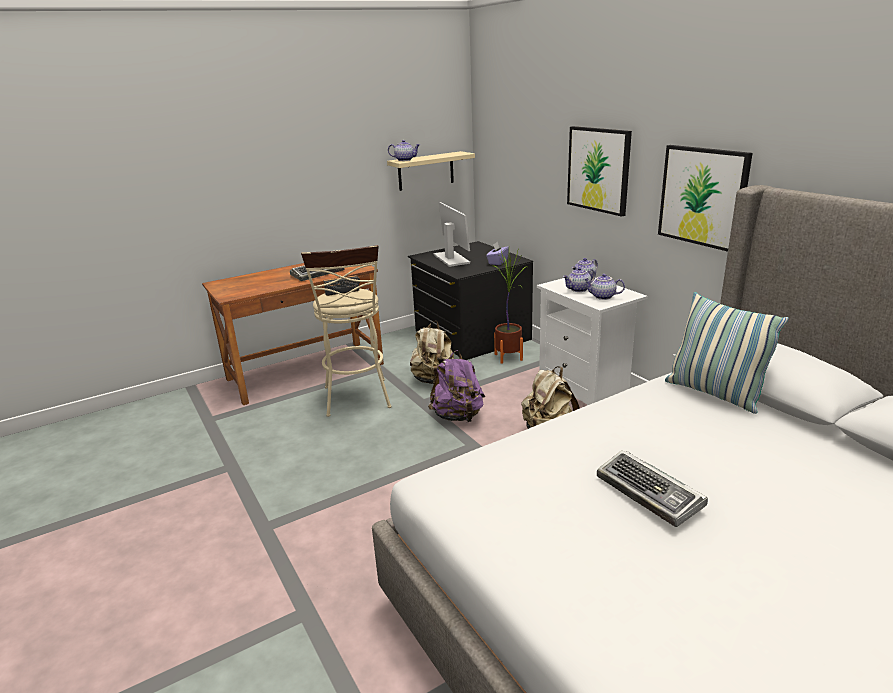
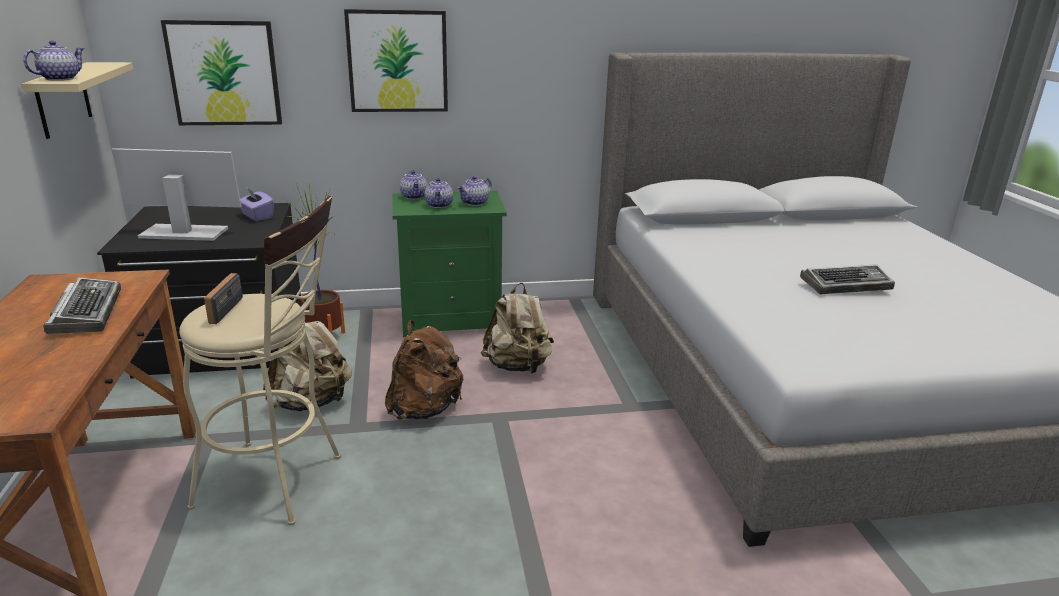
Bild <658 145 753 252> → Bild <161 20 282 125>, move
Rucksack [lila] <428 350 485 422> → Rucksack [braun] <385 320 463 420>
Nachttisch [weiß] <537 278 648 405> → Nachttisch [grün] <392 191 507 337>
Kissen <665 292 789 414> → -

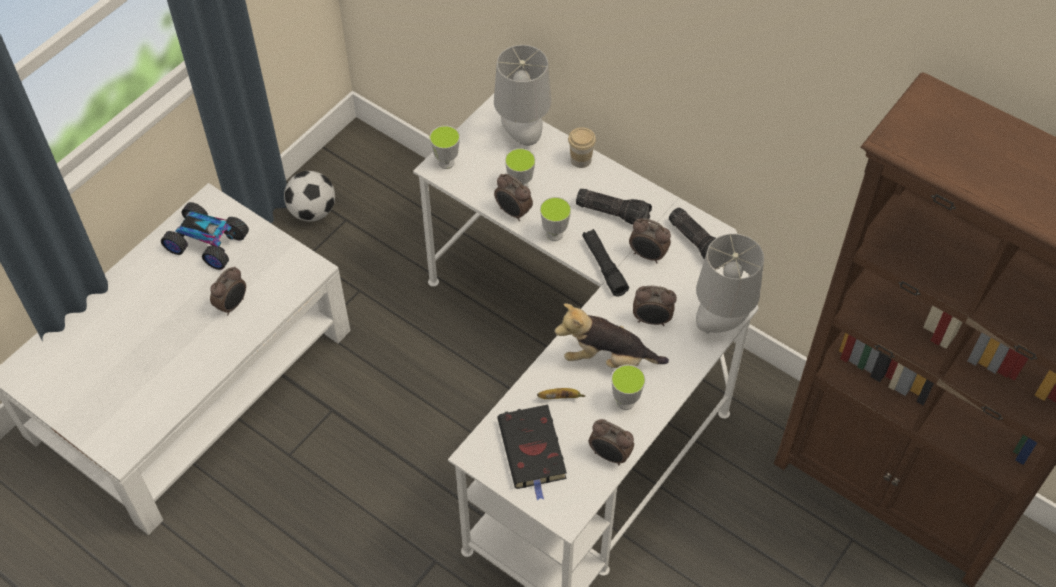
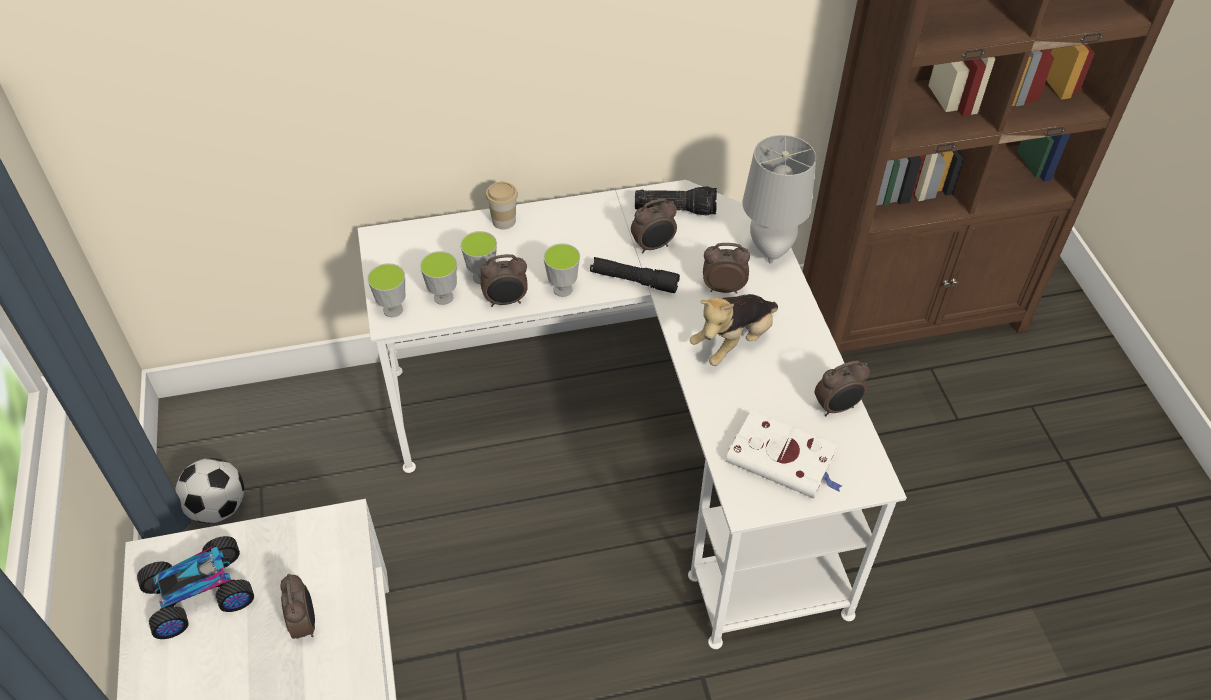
Tasse <611 365 646 410> → Tasse <420 251 457 305>, move
Wecker <633 286 677 326> → Wecker <703 243 750 294>, 135 degrees counterclockwise
Buch [schwarz] <497 405 567 501> → Buch [weiß] <726 411 842 498>
Tischlampe [grau] <494 45 551 146> → -
Banane <537 388 586 399> → -
Taschenlampe <576 189 652 225> → -

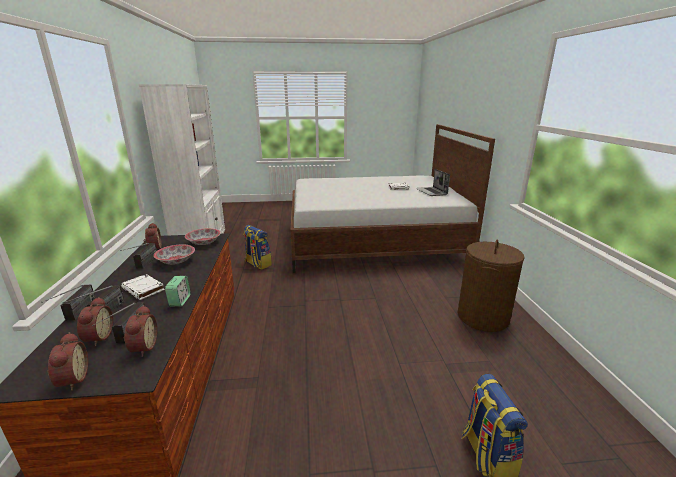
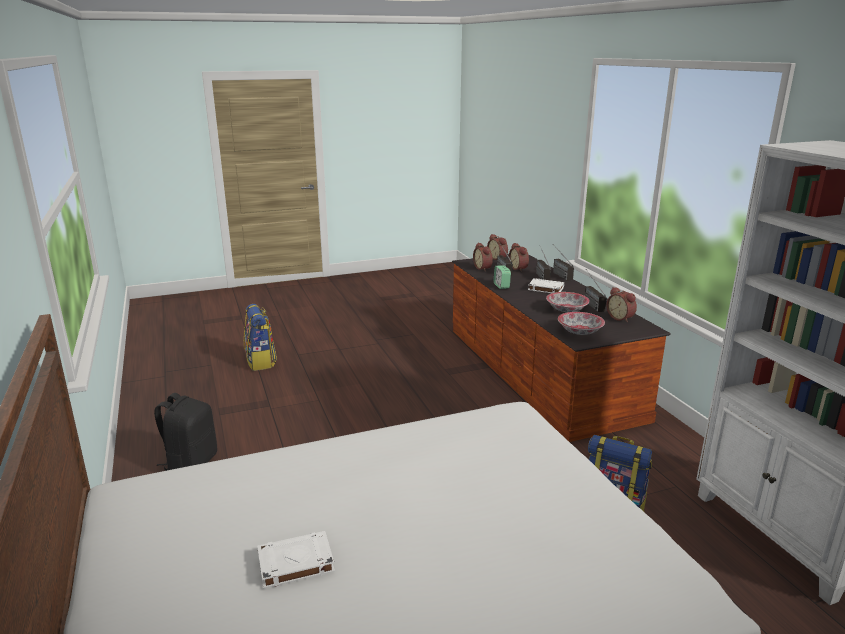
Wäschekorb [braun] <457 240 525 332> → Rucksack [schwarz] <154 393 217 471>
Laptop <416 169 450 196> → -

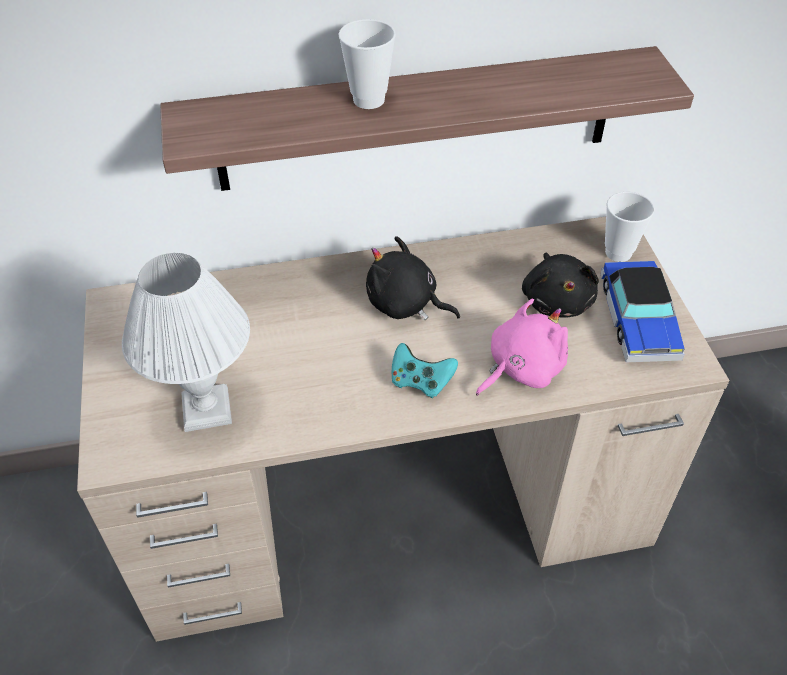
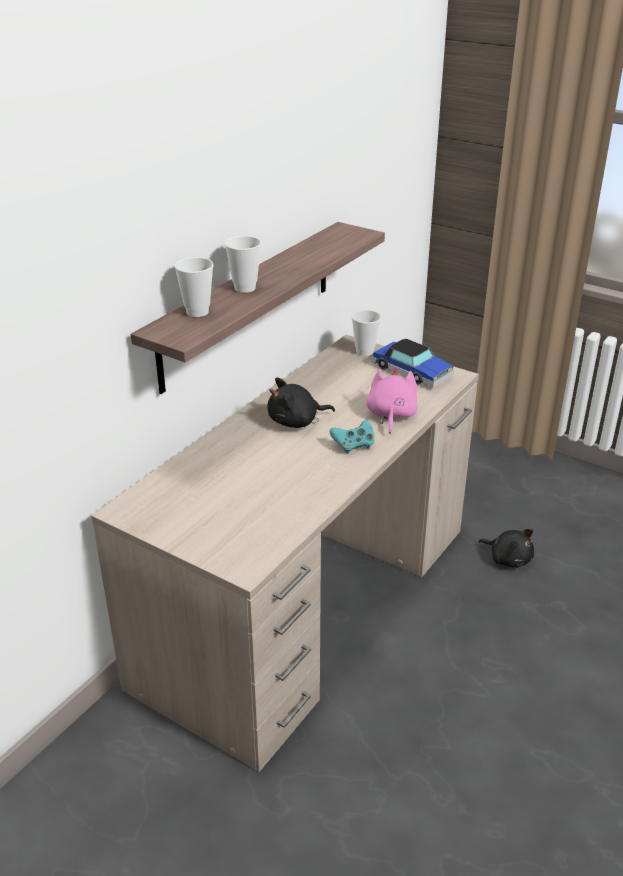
- → Tasse <175 257 214 317>
Plüschtier [schwarz] <522 253 599 318> → Plüschtier [schwarz] <478 529 534 568>, move
Tischlampe [weiß] <122 252 250 432> → -

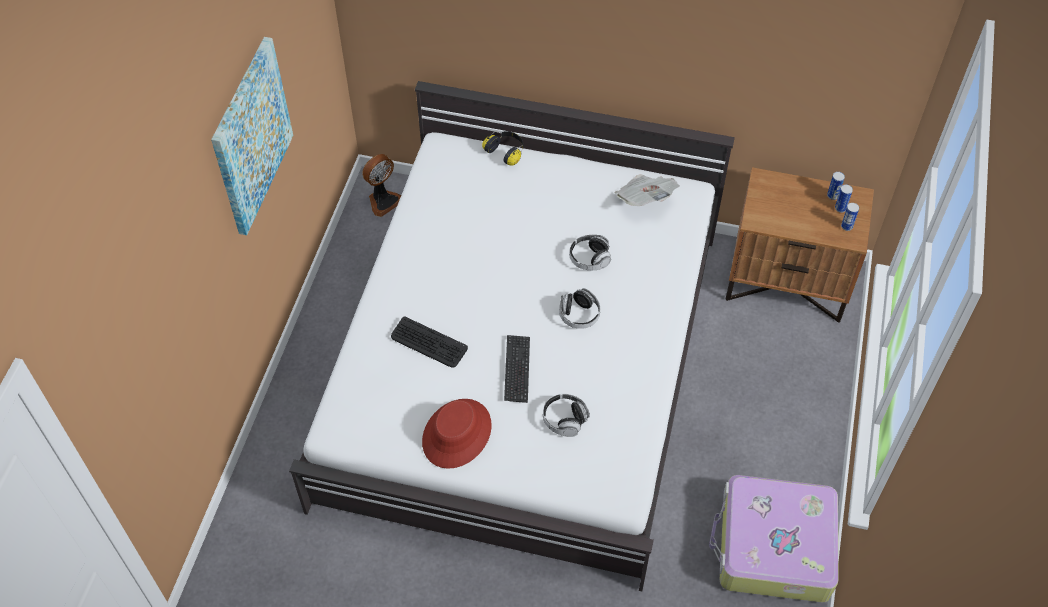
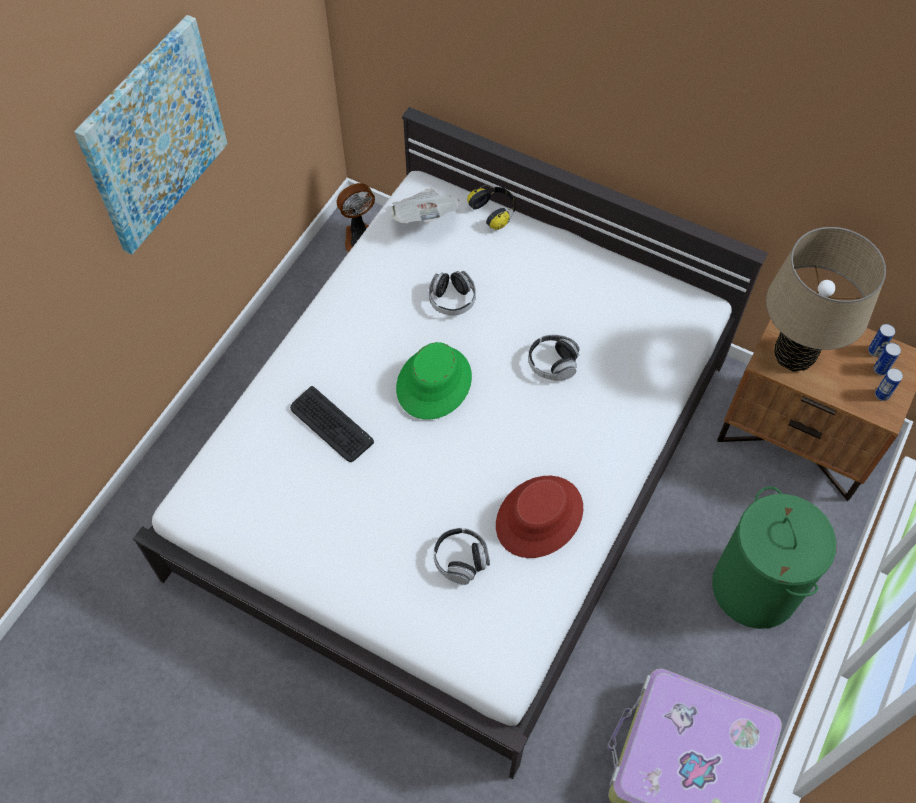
Zeitung <614 174 680 206> → Zeitung <391 189 460 223>, move
- → Hut [grün] <396 342 472 420>
Kopfhörer <559 288 600 329> → Kopfhörer <429 271 476 316>, move
Hut [rot] <422 399 492 469> → Hut [rot] <496 476 583 558>, move
- → Wäschekorb [grün] <712 486 836 629>
- → Tischlampe [beige] <766 227 886 372>
Tastatur <504 335 530 403> → -

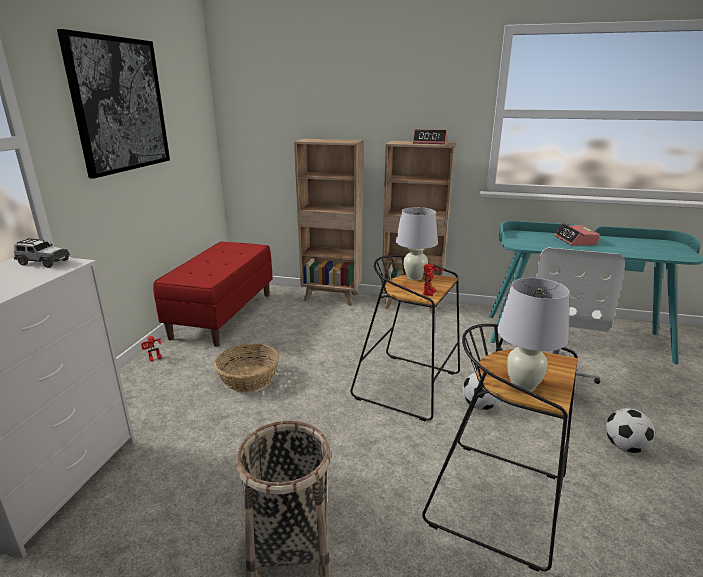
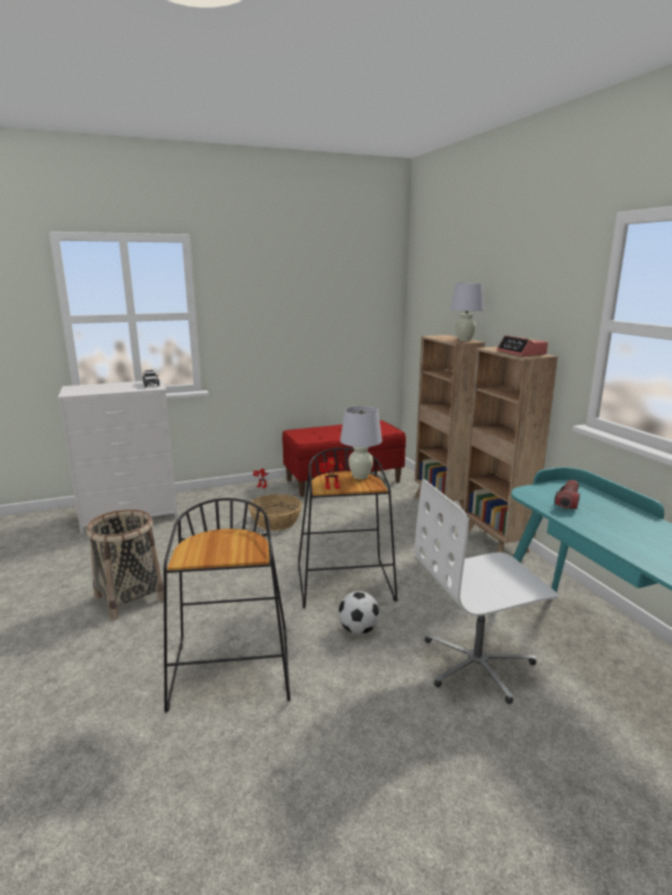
Tischlampe [weiß] <497 278 570 392> → Tischlampe [weiß] <450 283 484 341>, move
- → Taschenlampe <554 480 580 509>
Bild <57 29 170 179> → -
Wecker <554 223 600 246> → -
Fußball <606 408 655 453> → -

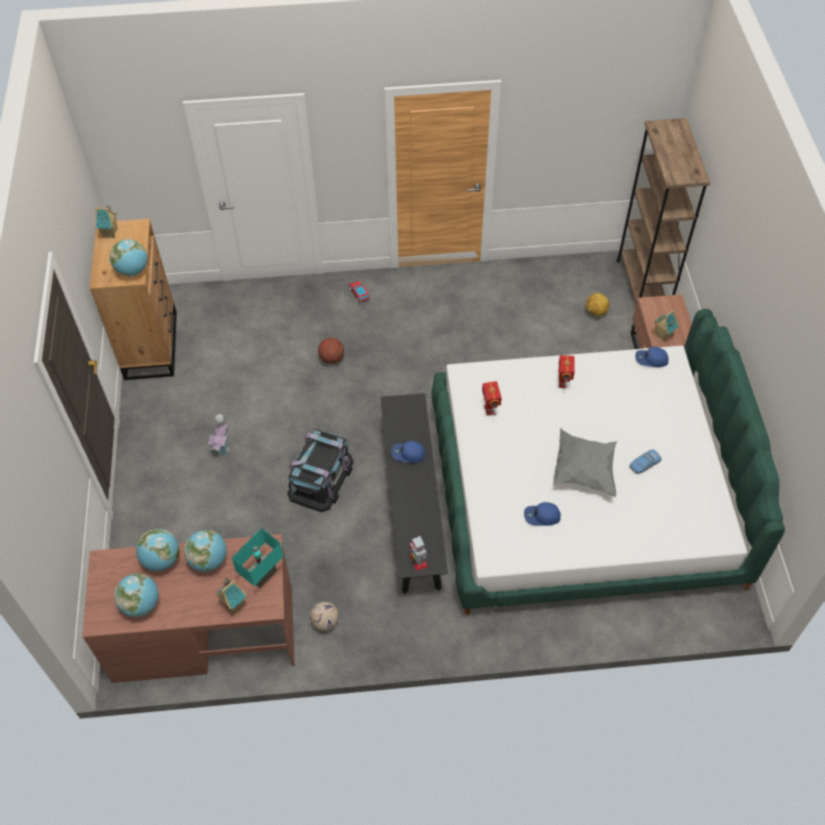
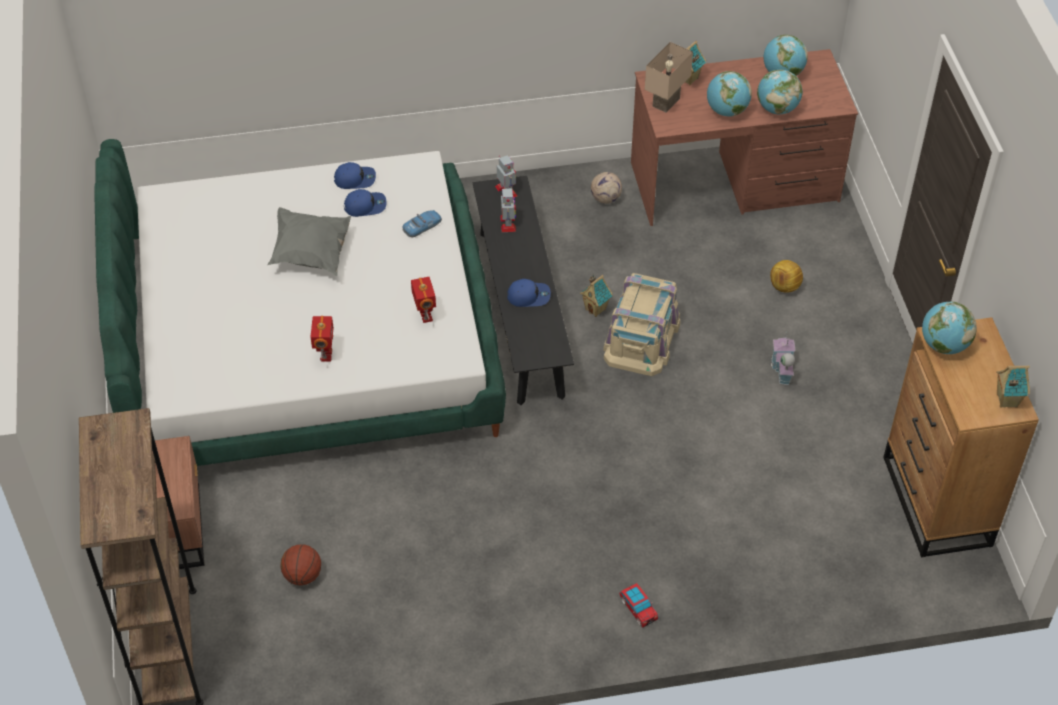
Basketball <318 338 344 364> → Basketball <280 544 321 585>, move
Kappe [blau] <635 347 669 367> → Kappe [blau] <334 162 376 189>, move
Spielzeugauto <629 449 662 474> → Spielzeugauto <403 210 442 237>, move
- → Spielzeugroboter <500 186 516 232>
Spielzeughaus <654 310 679 341> → Spielzeughaus <580 274 613 317>, move
Aufbewahrungsbox [schwarz] <287 429 353 512> → Aufbewahrungsbox [beige] <603 273 680 376>
Tischlampe [türkis] <231 528 284 588> → Tischlampe [beige] <645 42 693 113>
Fußball <586 293 610 316> → Fußball <770 260 803 293>, move

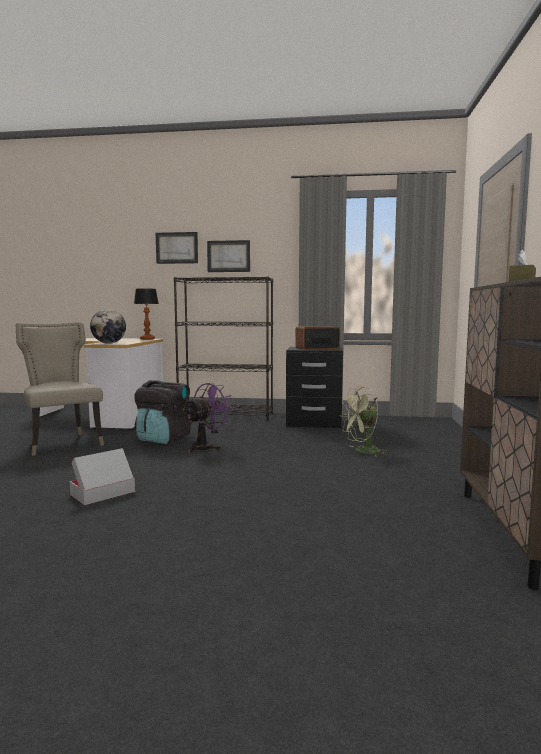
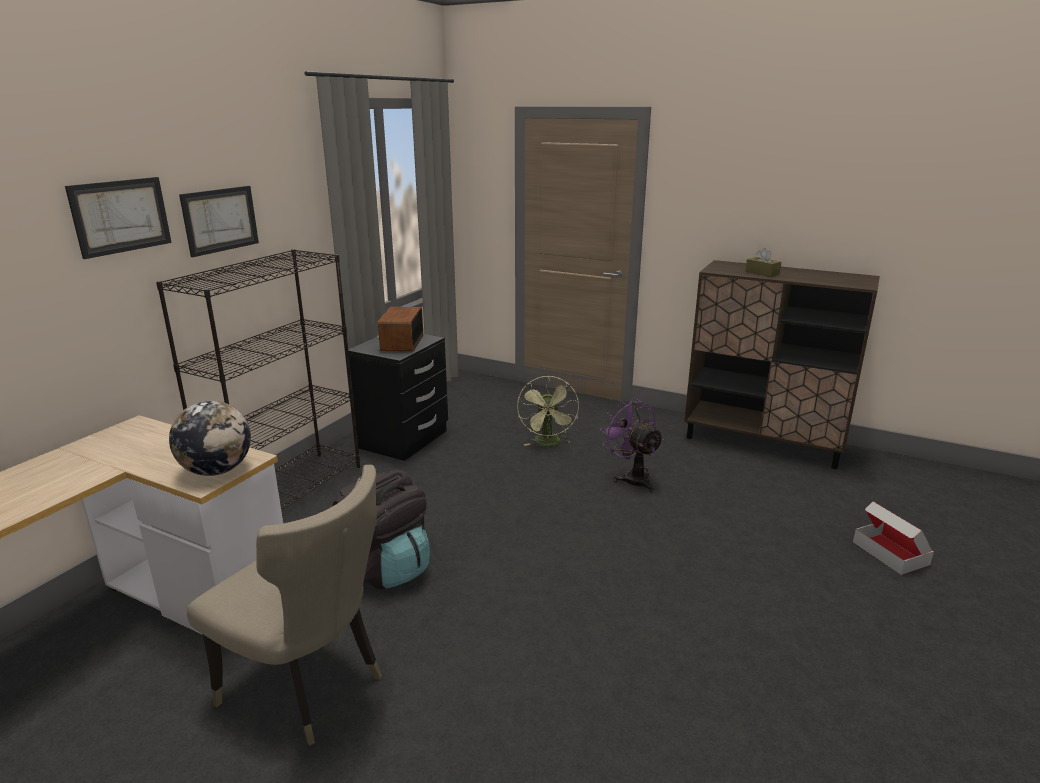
Stuhl [beige] <16 322 104 456> → Stuhl [beige] <187 465 382 746>, 135 degrees counterclockwise
Ventilator [lila] <182 383 234 453> → Ventilator [lila] <600 398 664 492>, move
Karton <70 448 135 505> → Karton <853 502 934 575>, move
Tischlampe <134 288 159 340> → -

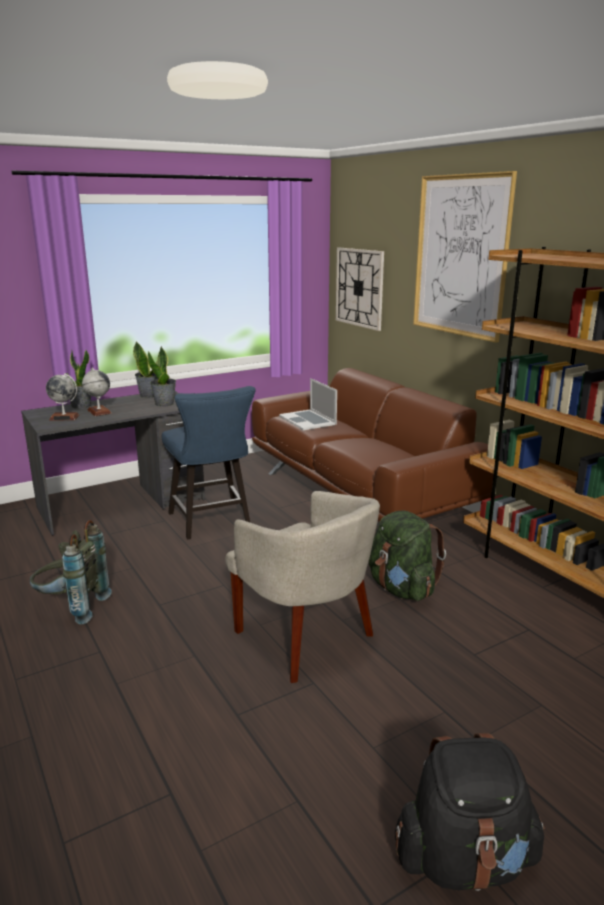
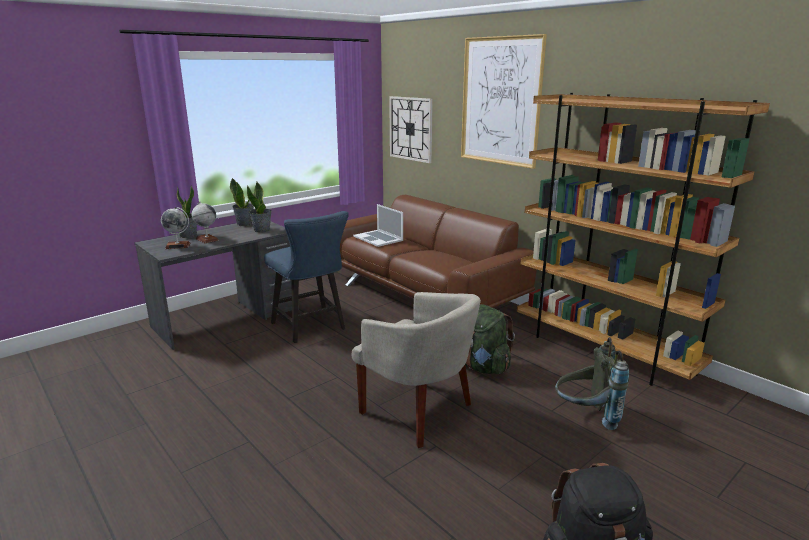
Rucksack [grau] <30 520 112 625> → Rucksack [grau] <555 337 629 430>, move

